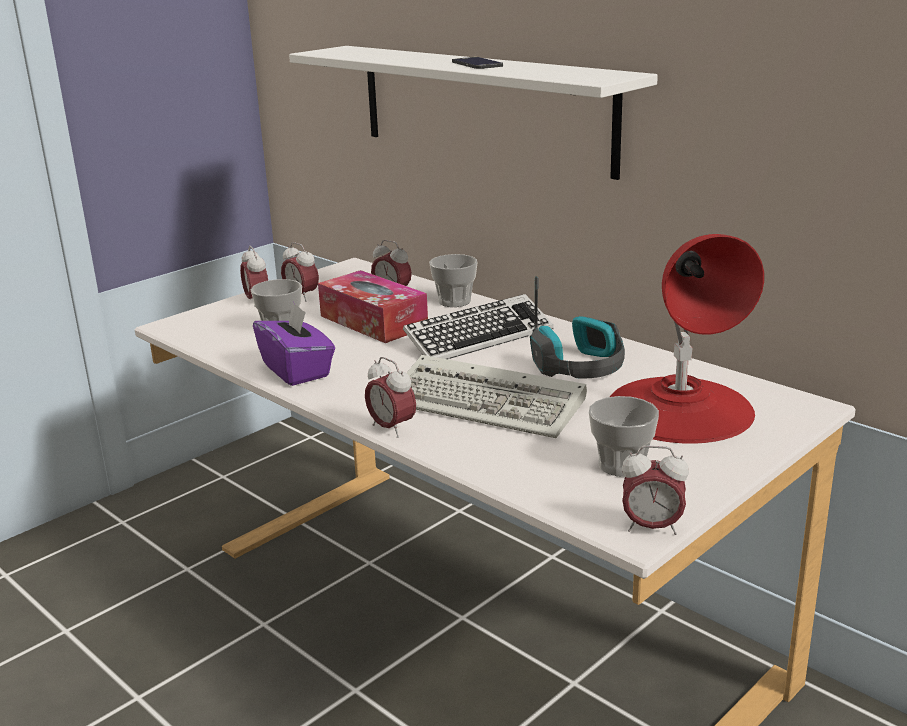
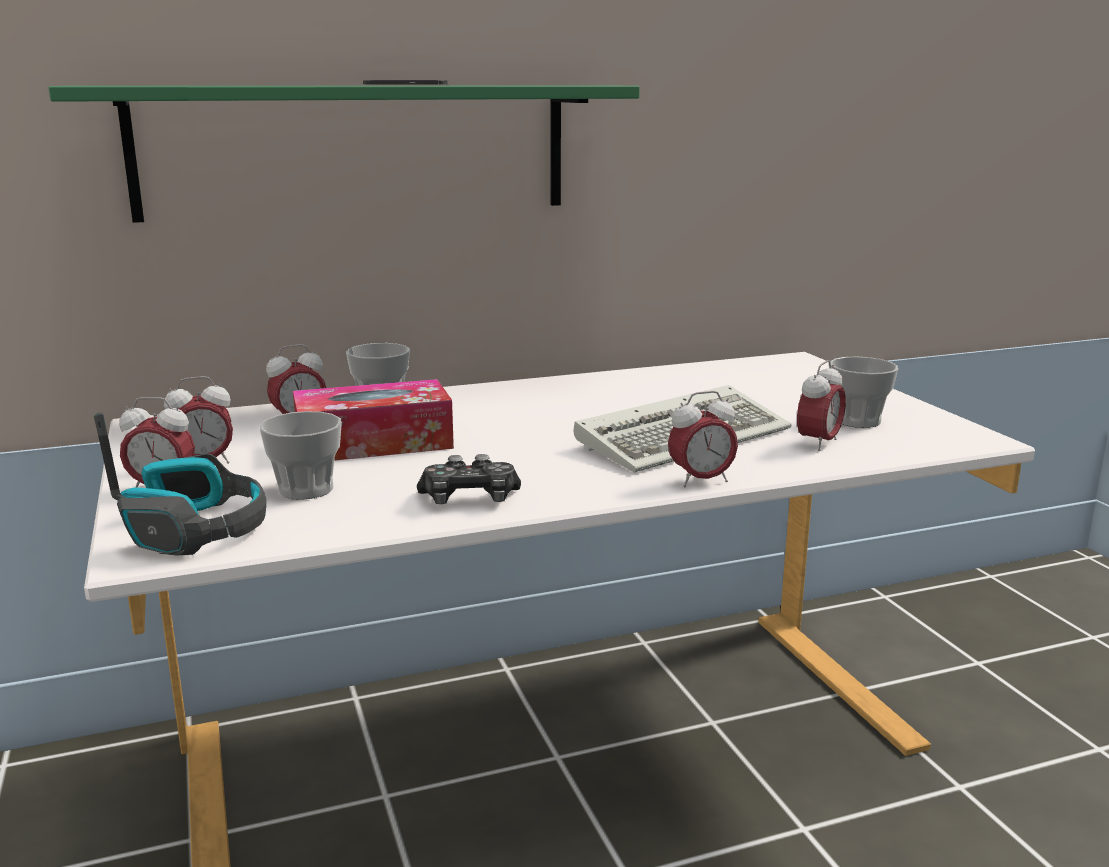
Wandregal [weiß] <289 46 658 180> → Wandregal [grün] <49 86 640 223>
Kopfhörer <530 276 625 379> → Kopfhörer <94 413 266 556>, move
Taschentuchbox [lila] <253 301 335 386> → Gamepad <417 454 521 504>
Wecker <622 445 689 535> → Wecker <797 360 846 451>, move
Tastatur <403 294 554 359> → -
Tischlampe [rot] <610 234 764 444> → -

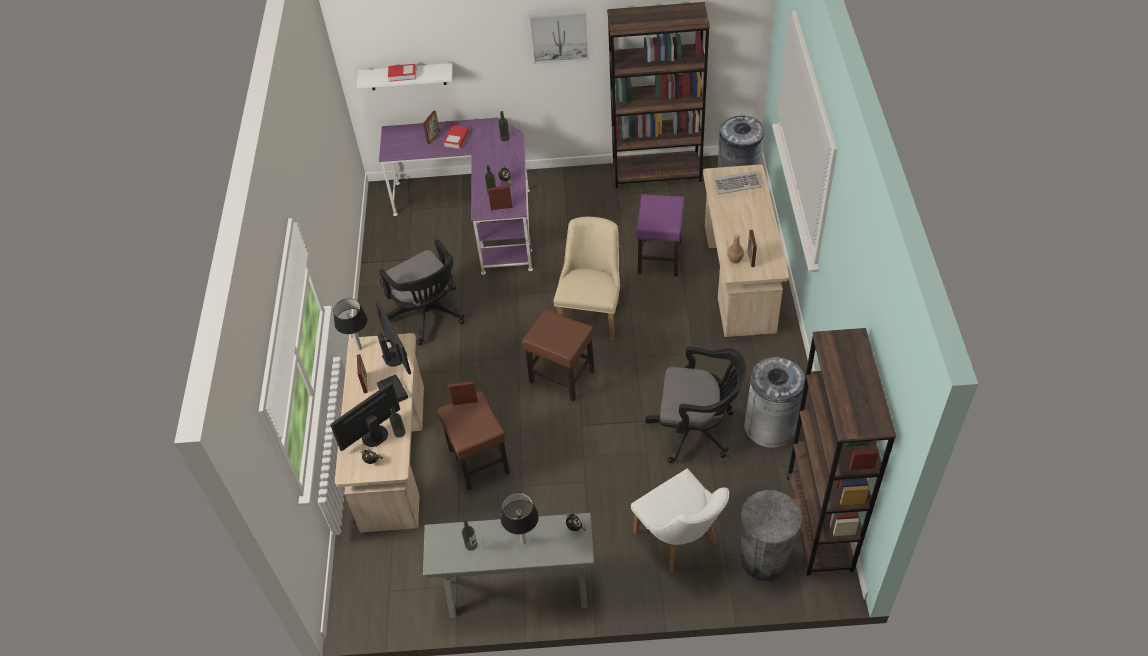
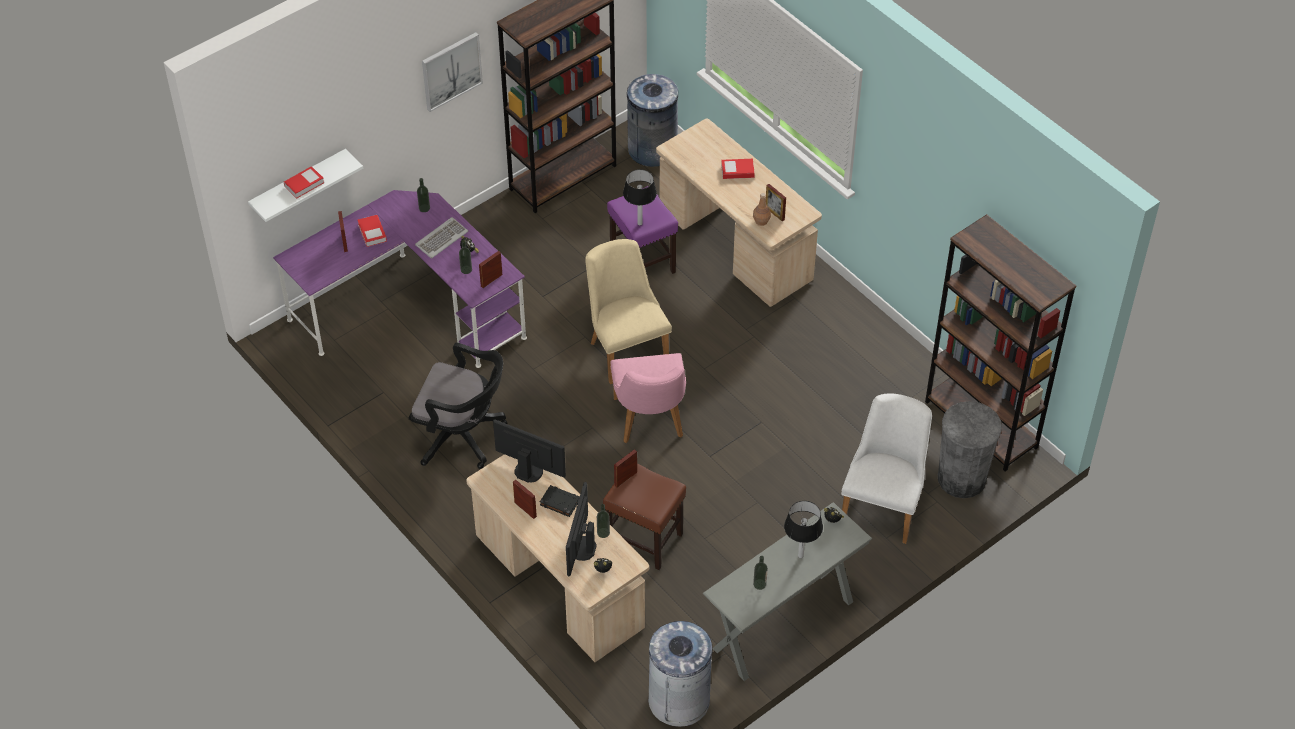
Tastatur <713 171 761 194> → Tastatur <415 217 468 258>, move
Hocker [braun] <522 309 595 401> → Stuhl [rosa] <610 353 686 443>
Tischlampe <333 299 368 350> → Tischlampe <623 169 657 225>, move
Mülleimer [grau] <744 357 805 448> → Mülleimer [grau] <648 621 713 727>, move
- → Buch <721 159 755 179>
Stuhl [weiß] <631 468 729 573> → Stuhl [weiß] <841 394 932 544>, 90 degrees counterclockwise
Bürostuhl [schwarz] <645 347 746 463> → -

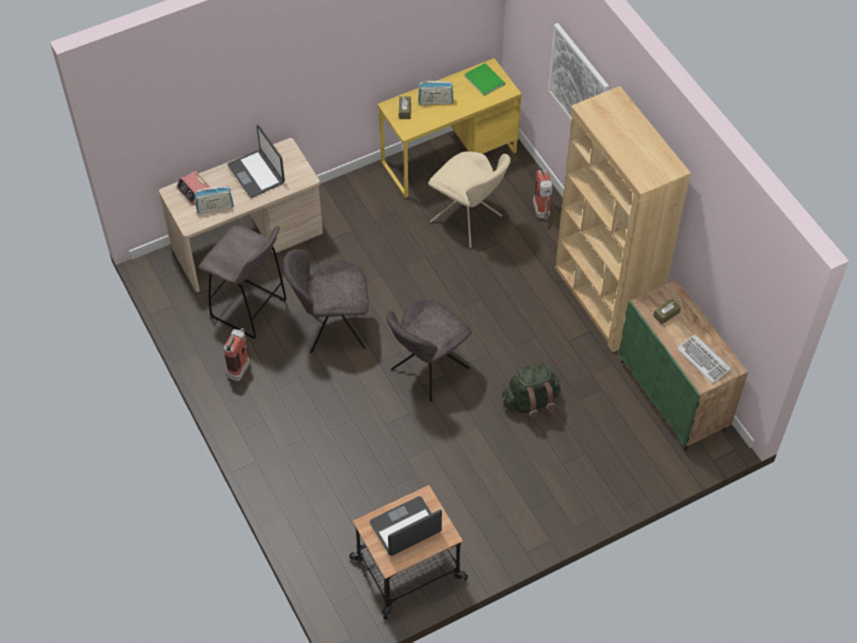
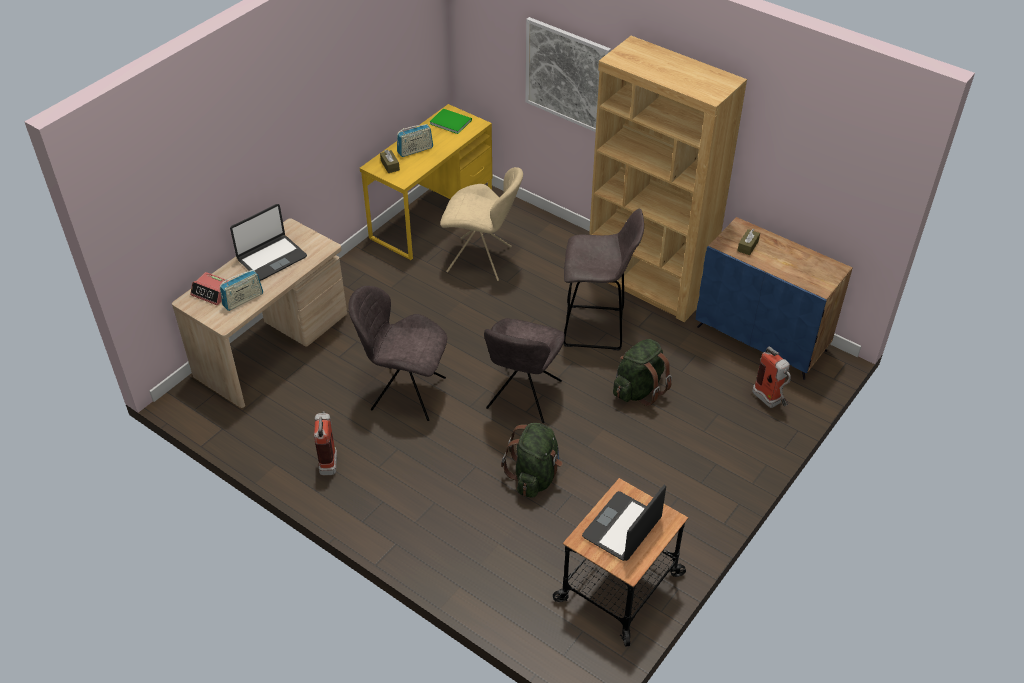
Laptop <228 125 285 198> → Laptop <230 204 307 281>, 75 degrees counterclockwise
Stuhl [grau] <283 249 369 354> → Stuhl [grau] <348 286 447 421>, 45 degrees clockwise
- → Rucksack [grün] <501 423 562 498>
Hocker [grau] <198 225 286 339> → Hocker [grau] <563 209 644 351>, move
Schrank [grün] <619 280 748 451> → Schrank [blau] <696 217 853 380>
Feuerlöscher <533 166 553 220> → Feuerlöscher <752 346 791 408>, move
Tastatur <677 334 731 384> → -

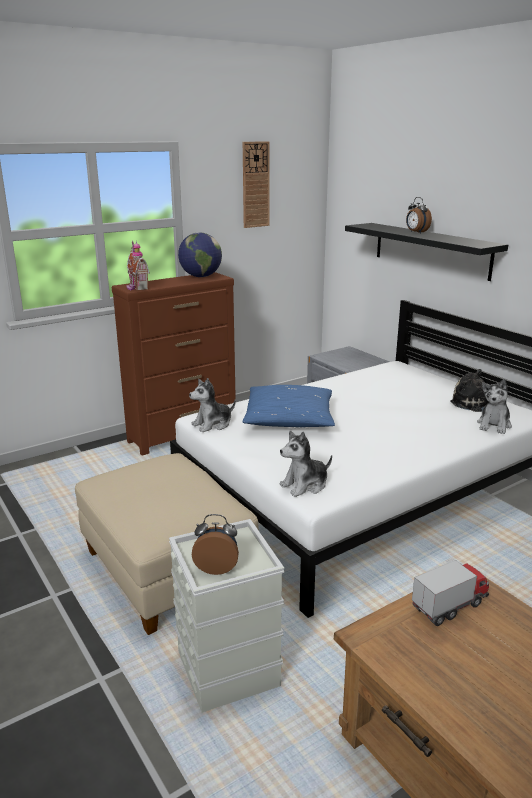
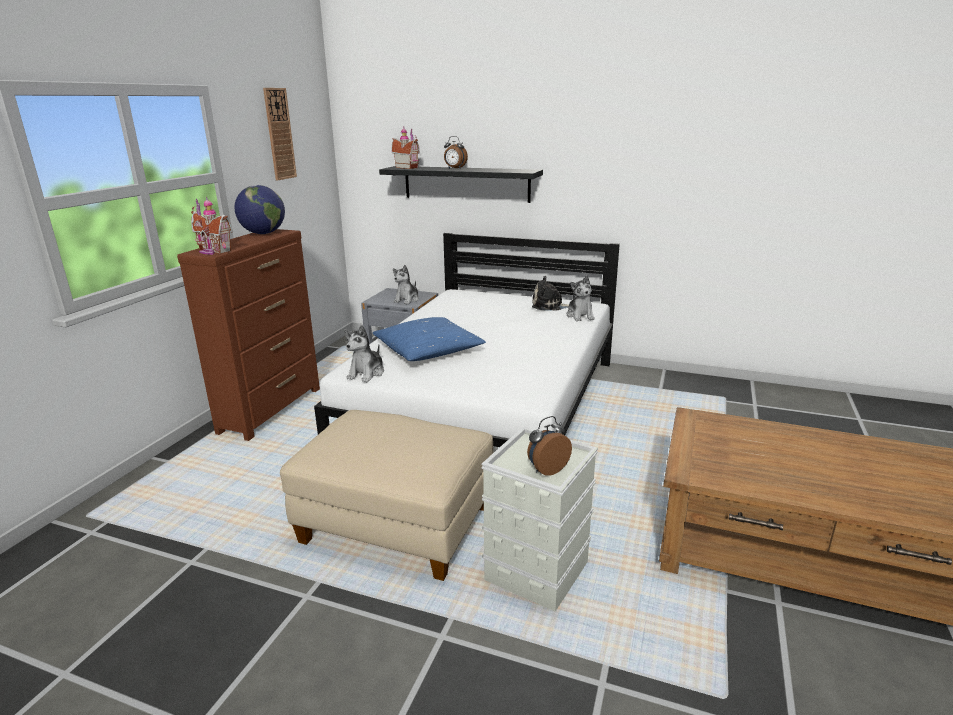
- → Spielzeughaus <392 128 420 169>
Plüschtier <280 431 332 497> → Plüschtier <393 265 419 304>, move
Spielzeuglaster <412 560 489 626> → -

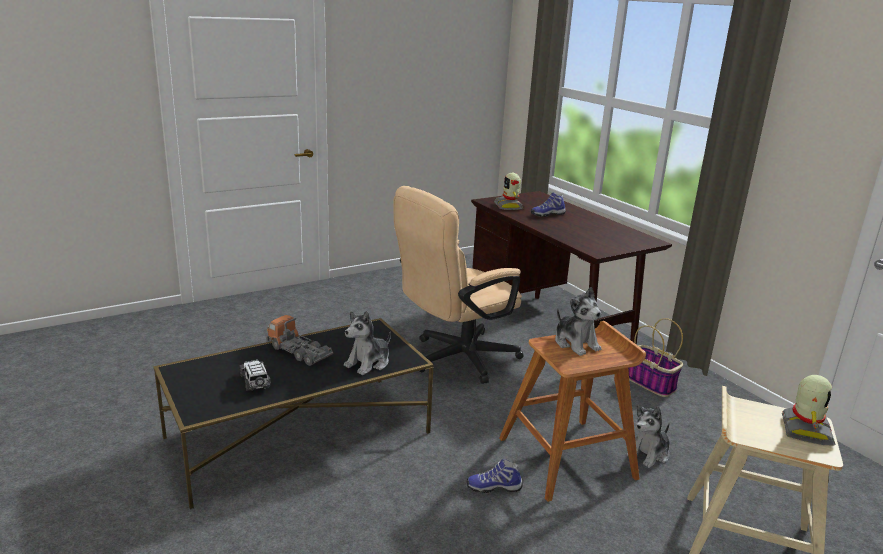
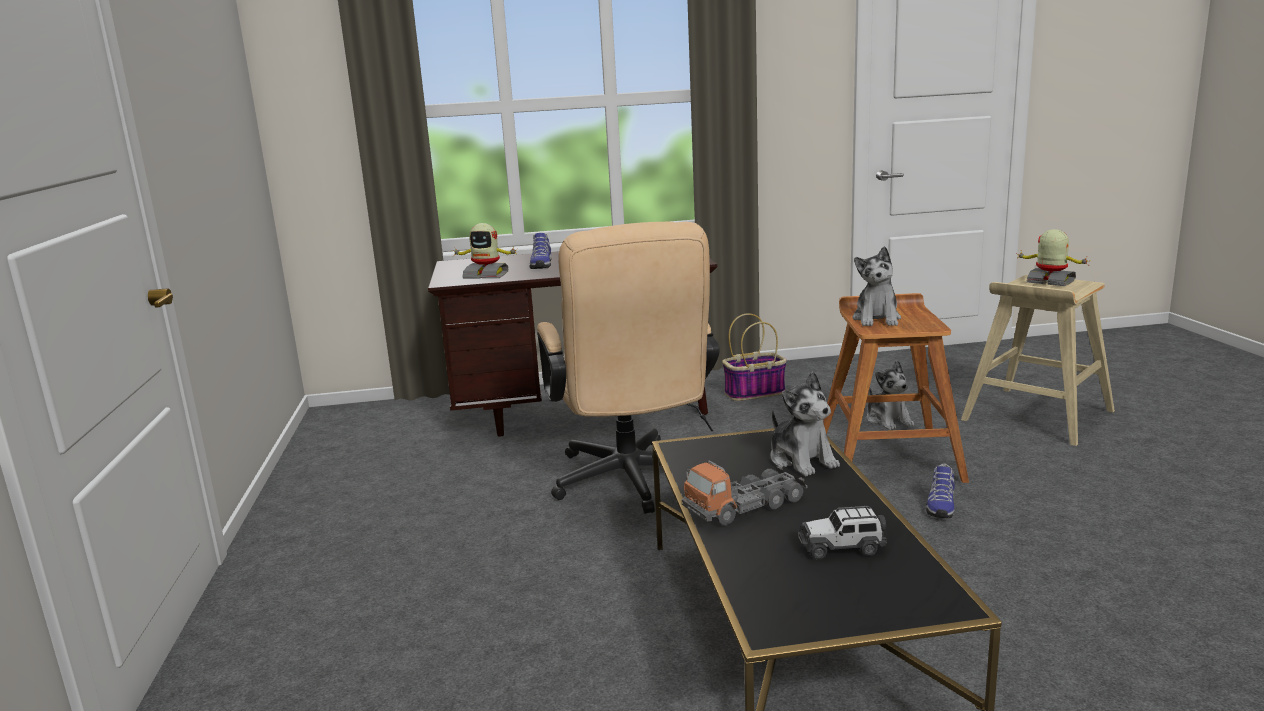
Plüschtier <555 287 602 356> → Plüschtier <853 246 901 326>, 105 degrees clockwise

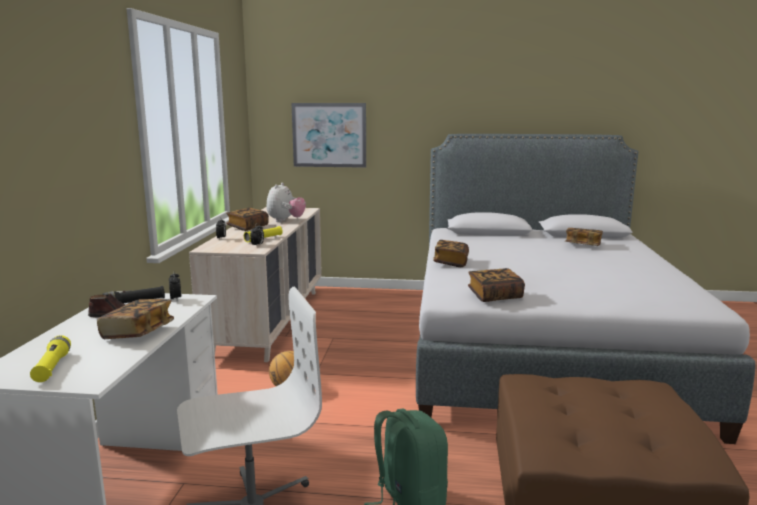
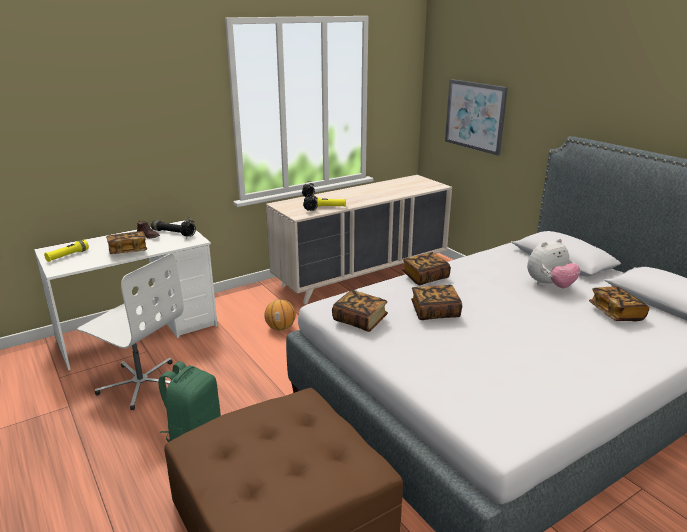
Buch <226 208 269 231> → Buch <411 285 462 320>, move
Plüschtier <266 182 306 222> → Plüschtier <527 239 581 288>, move

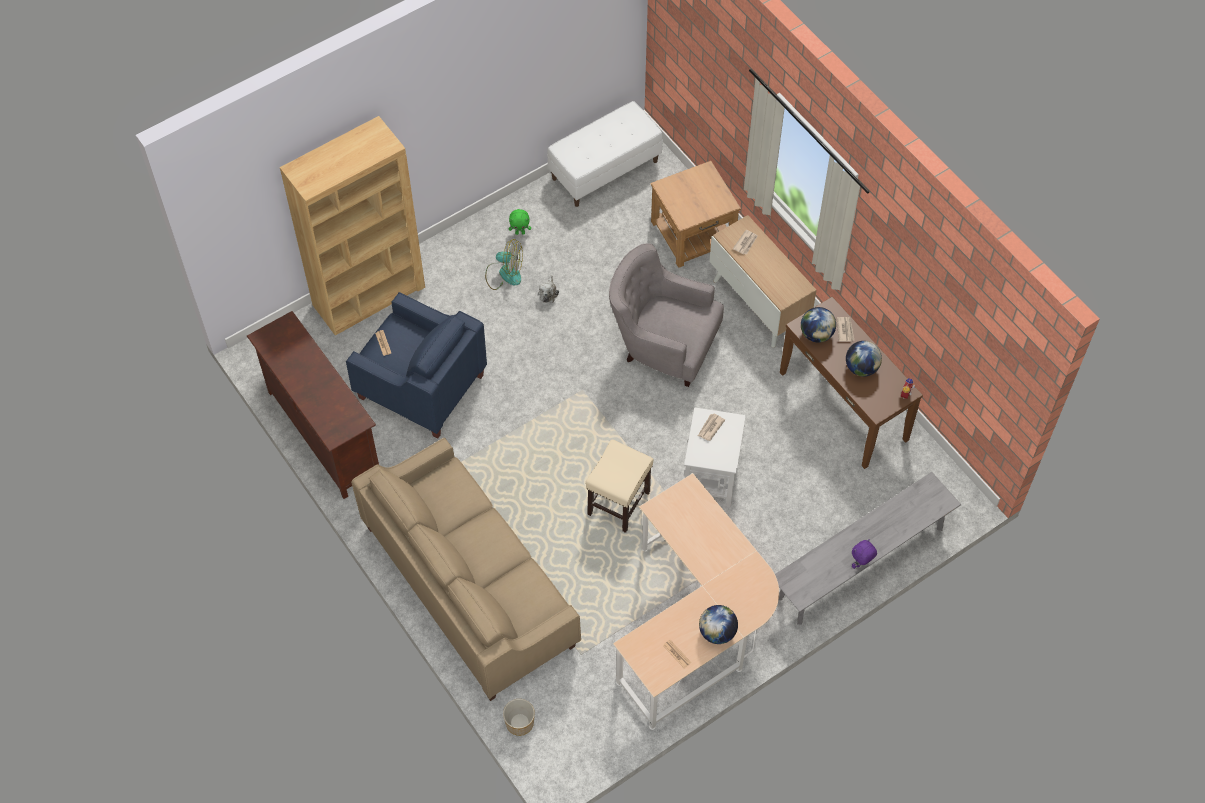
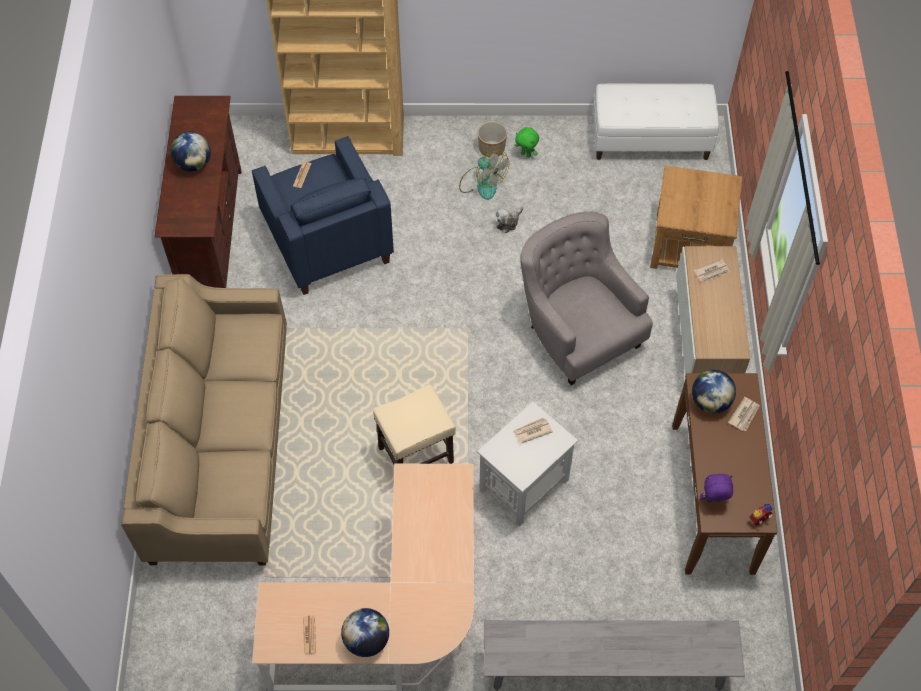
Globus <846 341 882 377> → Globus <170 131 211 172>, move
Pflanzkübel <503 699 535 736> → Pflanzkübel <478 121 507 157>, move
Plüschtier [lila] <852 539 877 569> → Plüschtier [lila] <700 474 733 502>, move

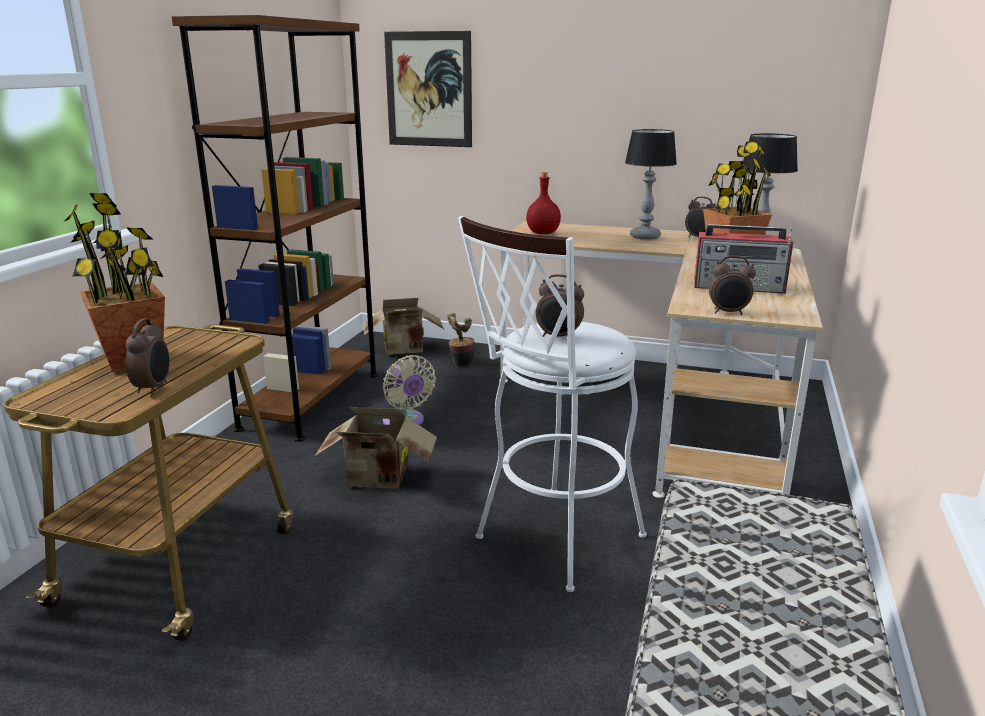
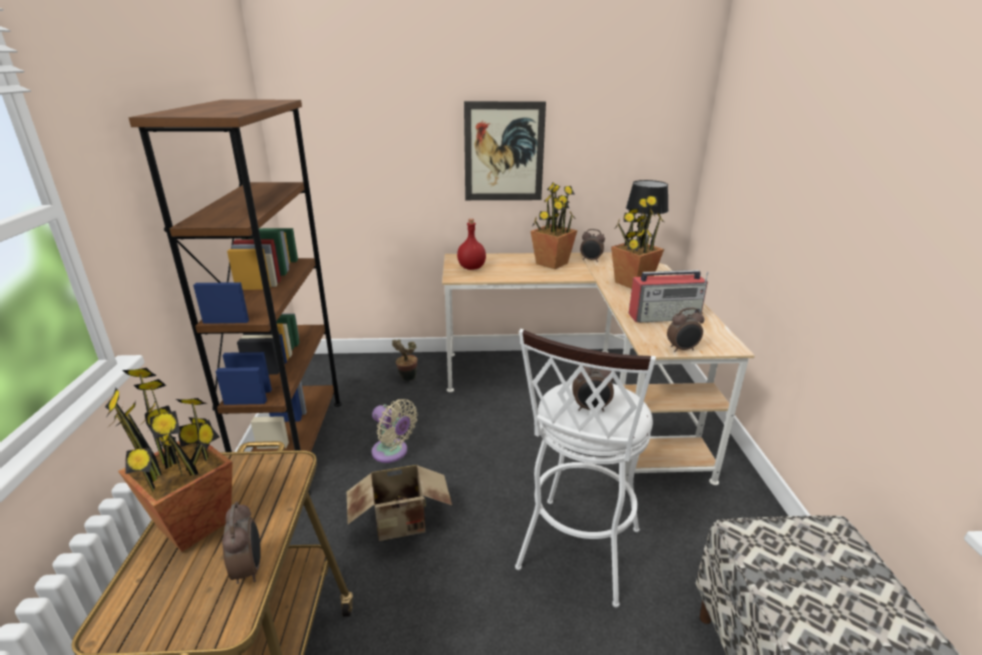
Bild <384 31 472 147> → Bild <464 101 546 200>, move
Tischlampe <625 129 677 240> → Topfpflanze <530 182 578 269>
Karton <363 298 444 355> → -

